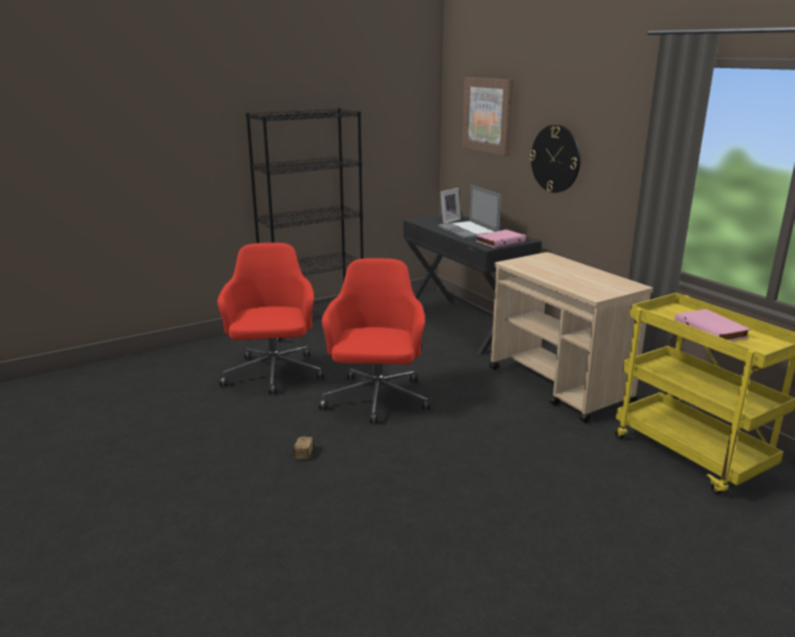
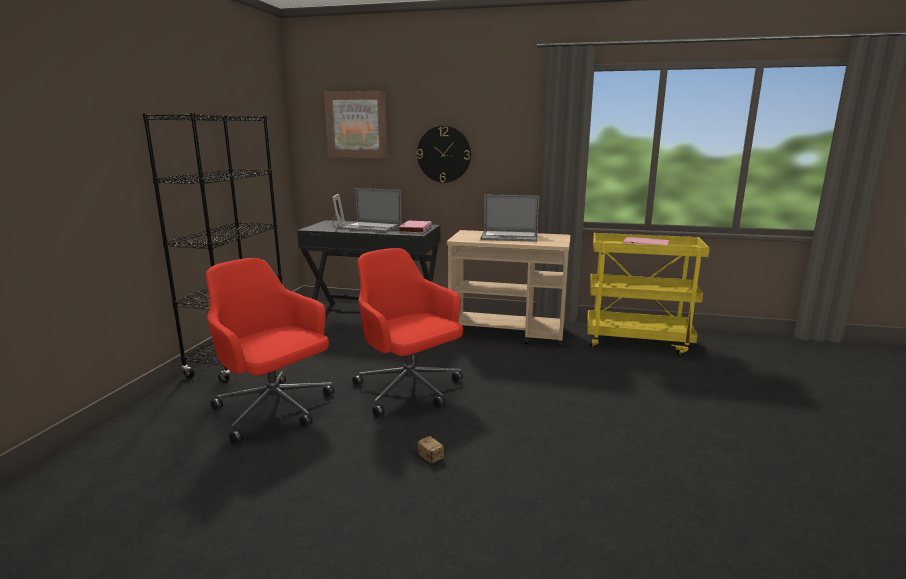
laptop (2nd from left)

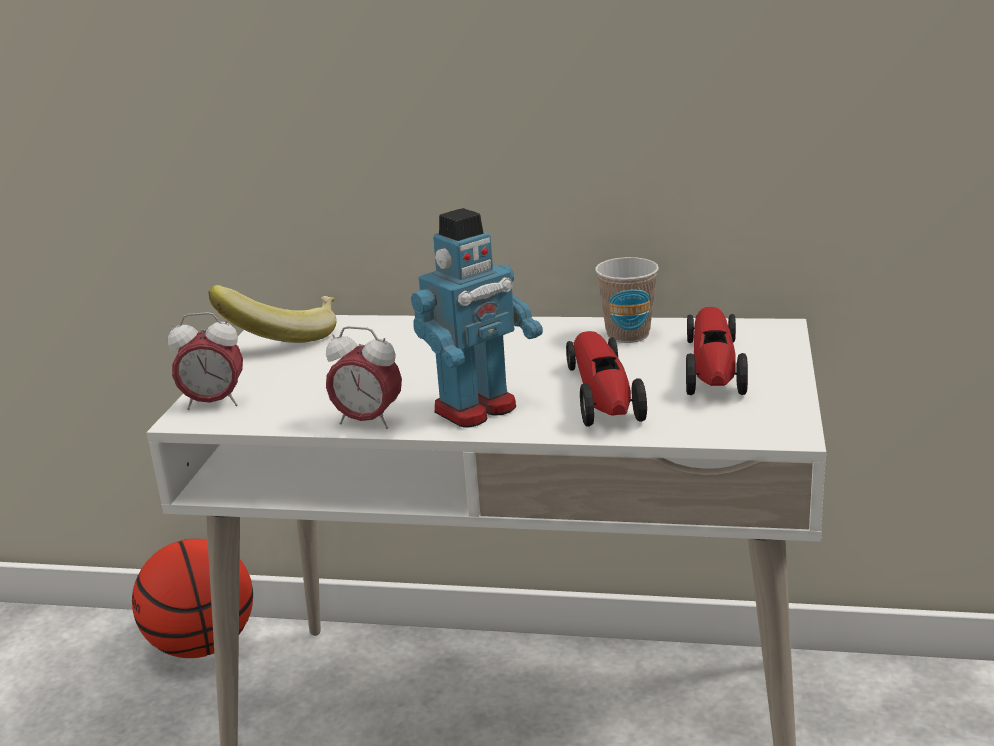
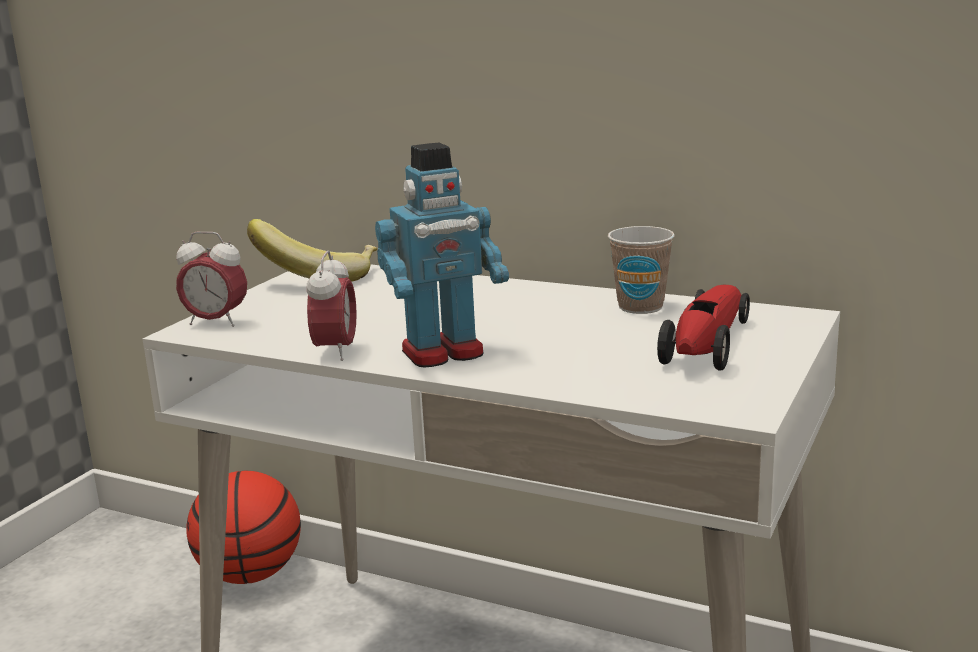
budzik (2nd from left); samochodzik (1st from left in the first image)

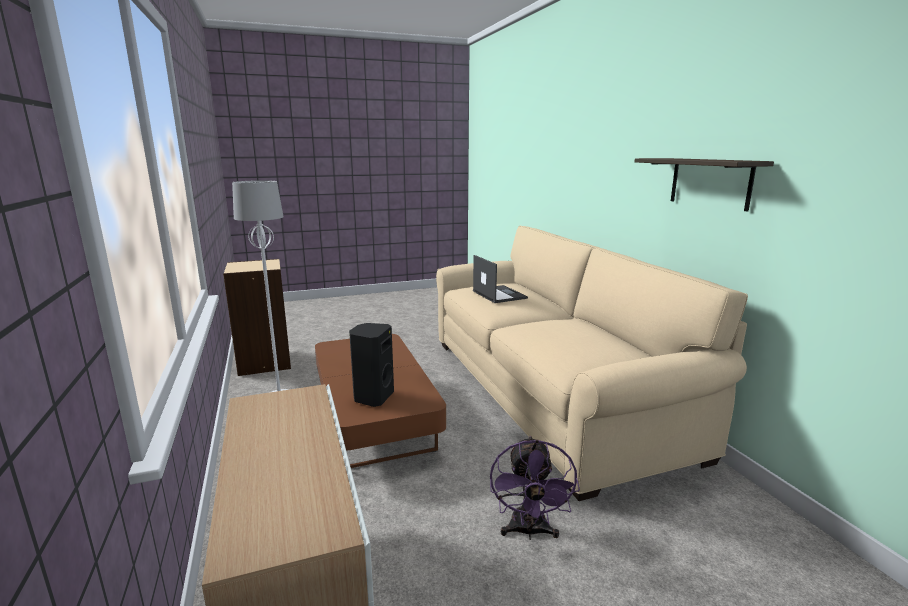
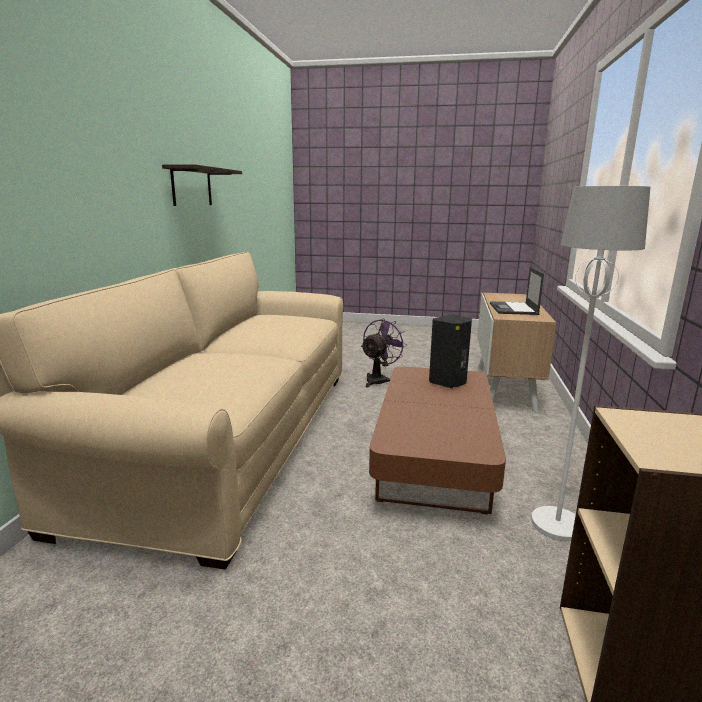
laptop

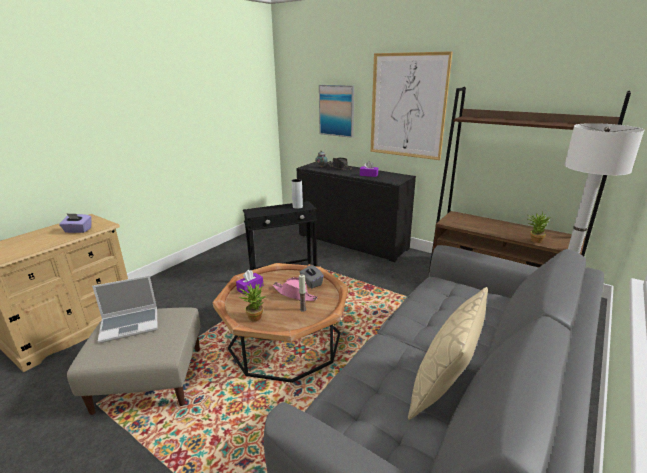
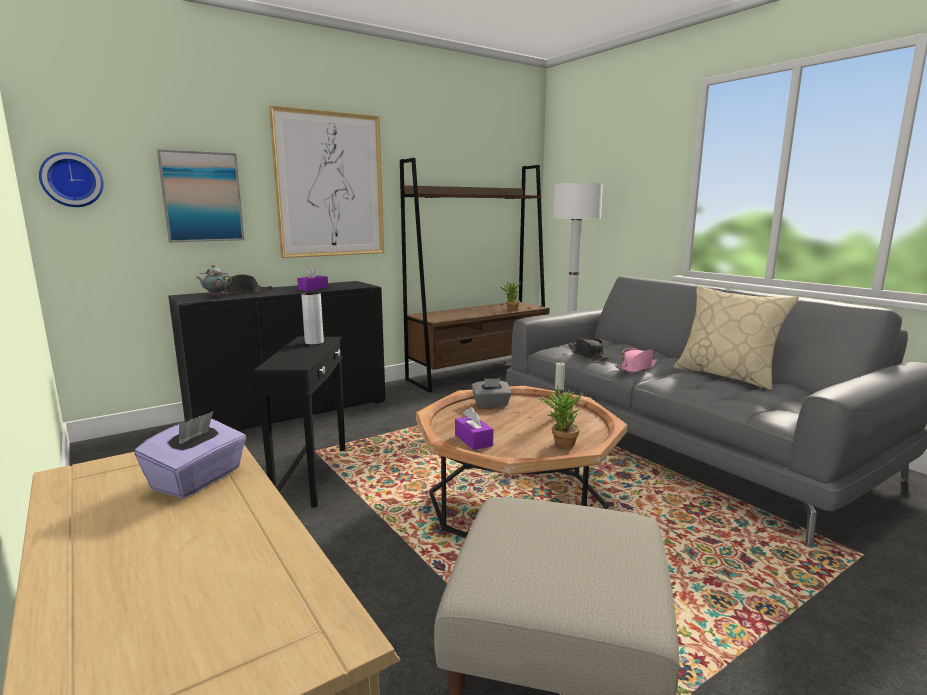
laptop; kapelusz (różowy); zegar ścienny; kapelusz (czarny) (2nd from left)

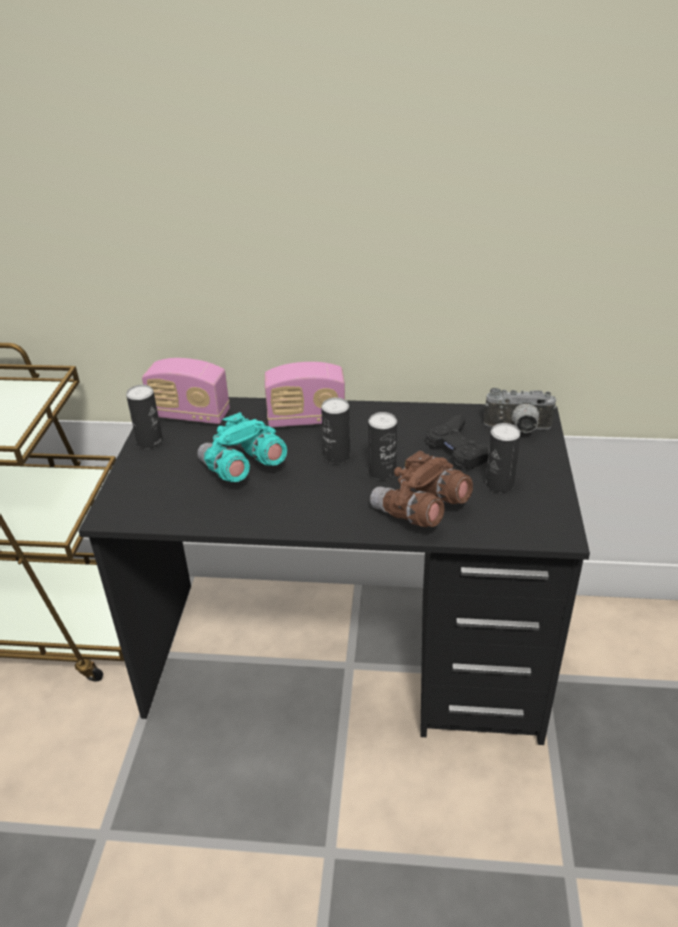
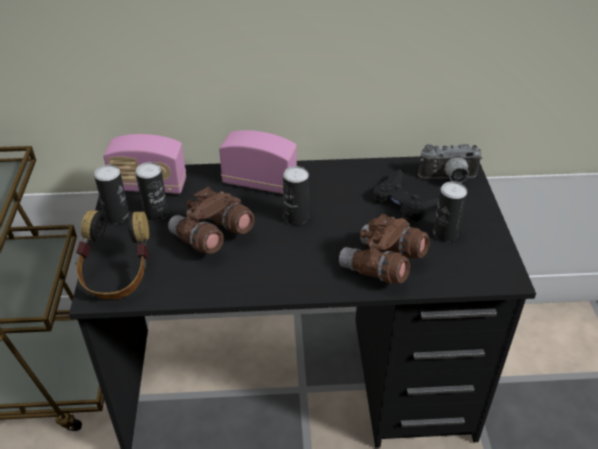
radio (2nd from left); lornetka (brązowy) (1st from left); puszka (2nd from left); słuchawki

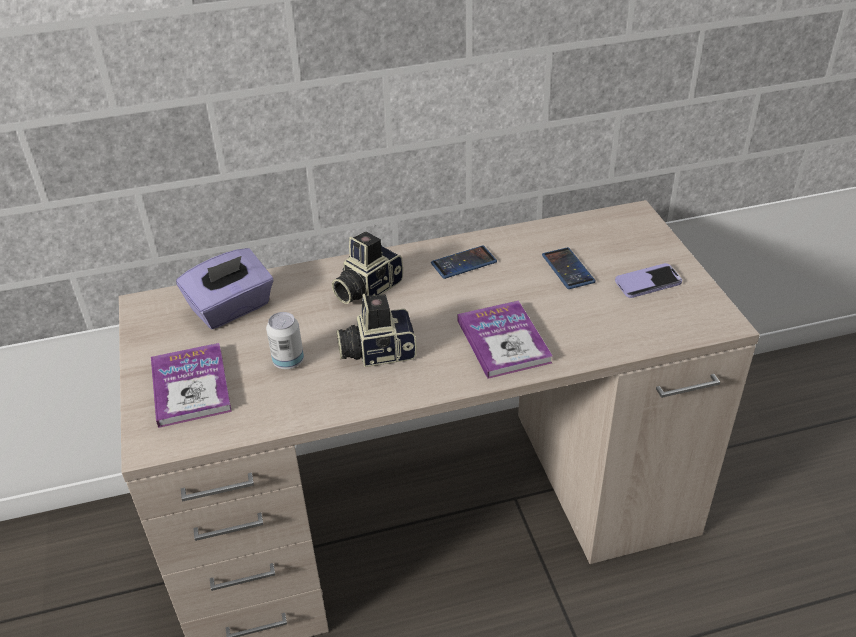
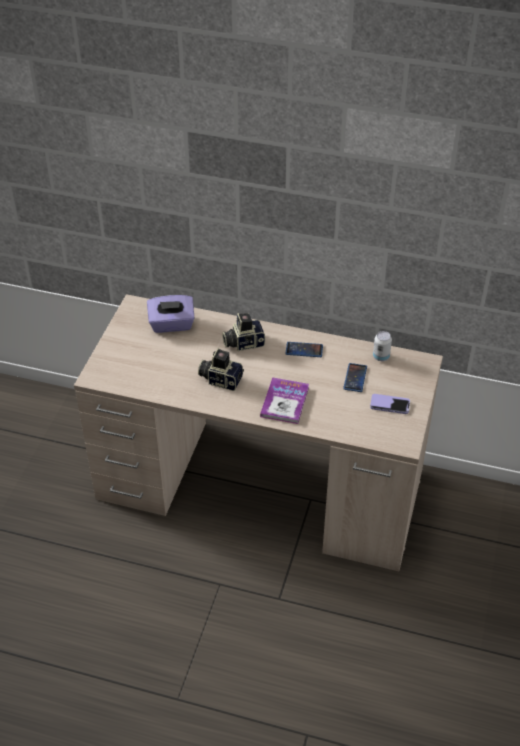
puszka; książka (1st from left in the first image)

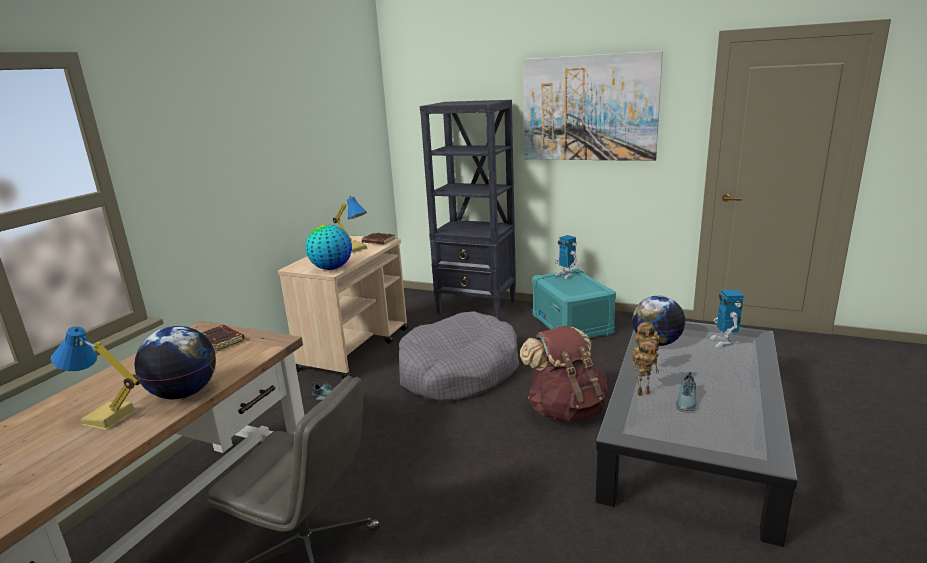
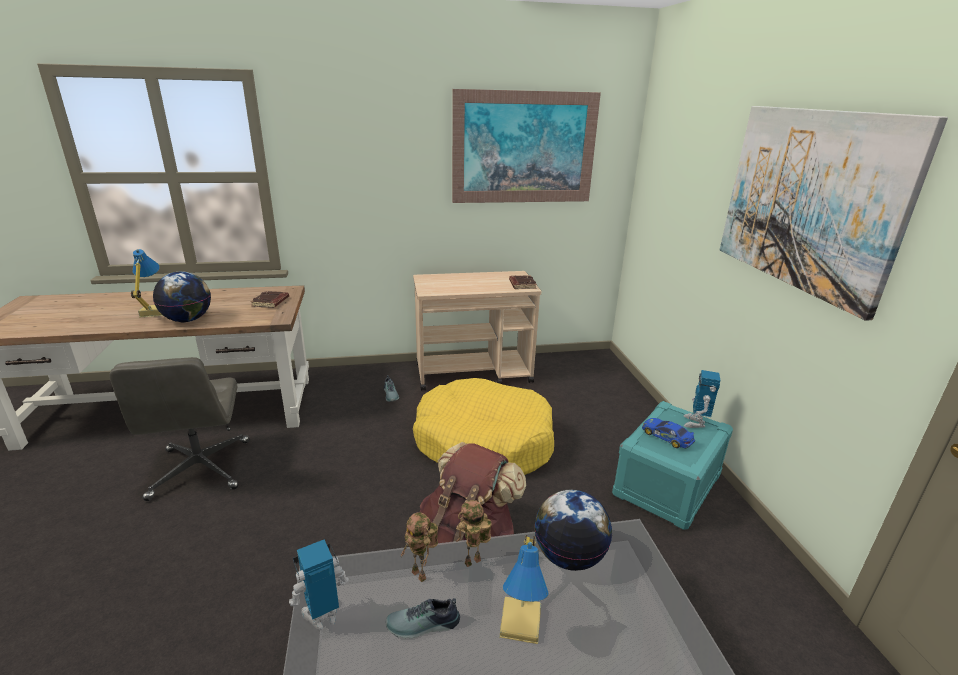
regał (czarny); lampa stołowa (2nd from left); globus (2nd from left in the first image); robot zabawkowy (1st from left); legowisko (żółty); obraz (1st from left); samochodzik

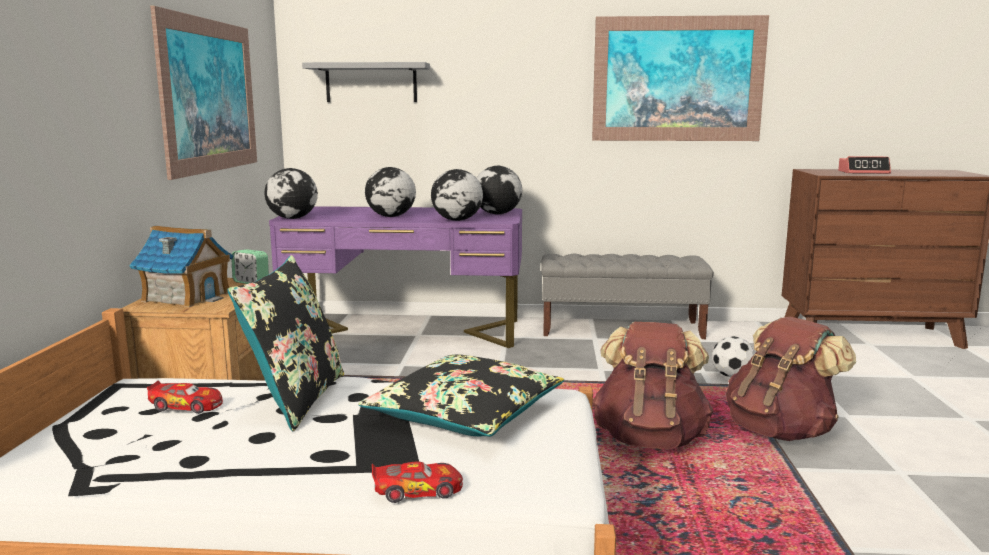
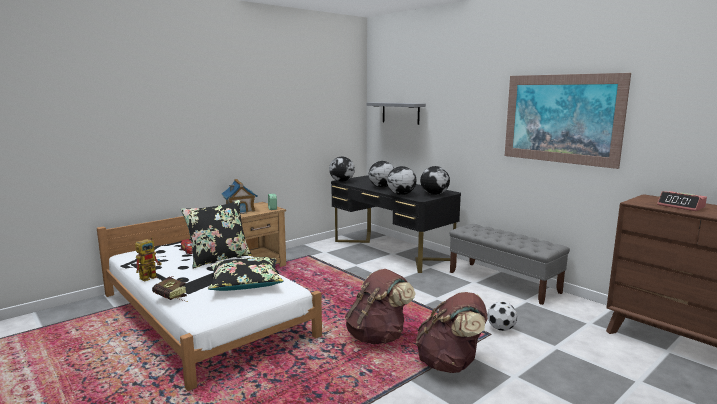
obraz (1st from left in the first image); biurko (czarny); książka; robot zabawkowy

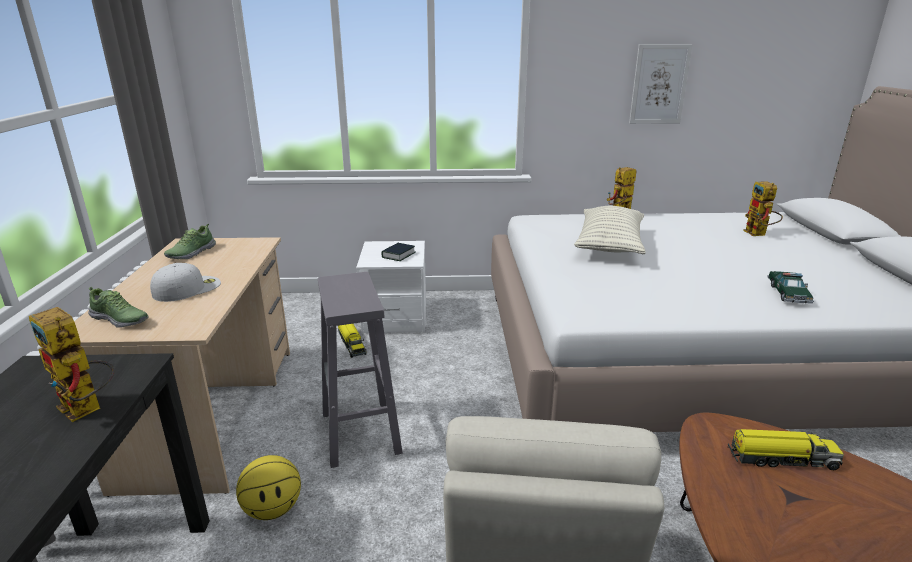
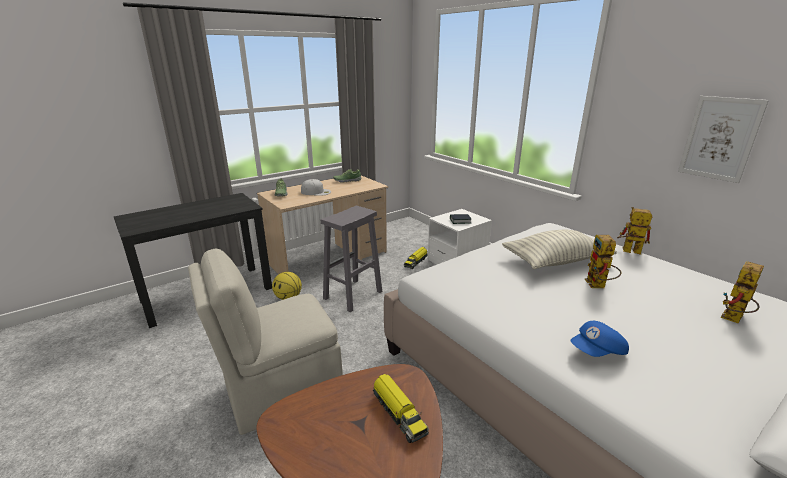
czapka z daszkiem (niebieski); robot zabawkowy (1st from left)

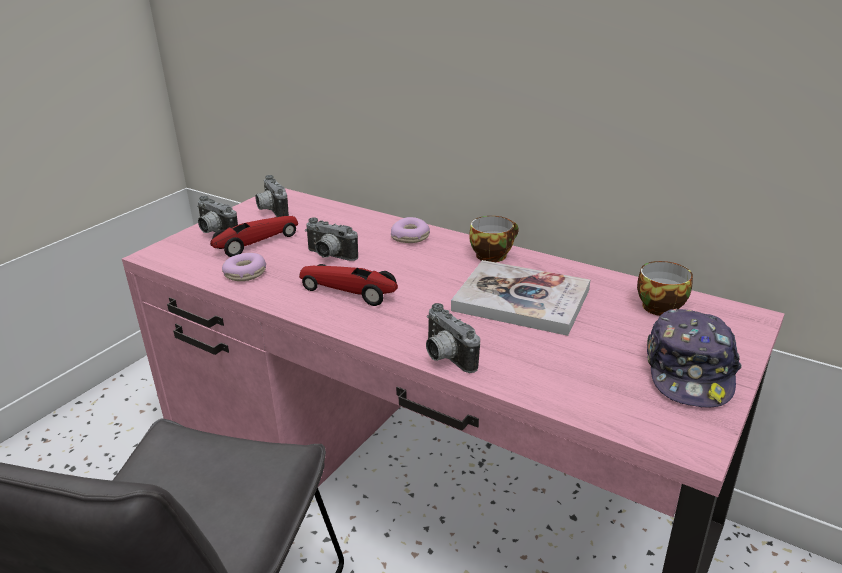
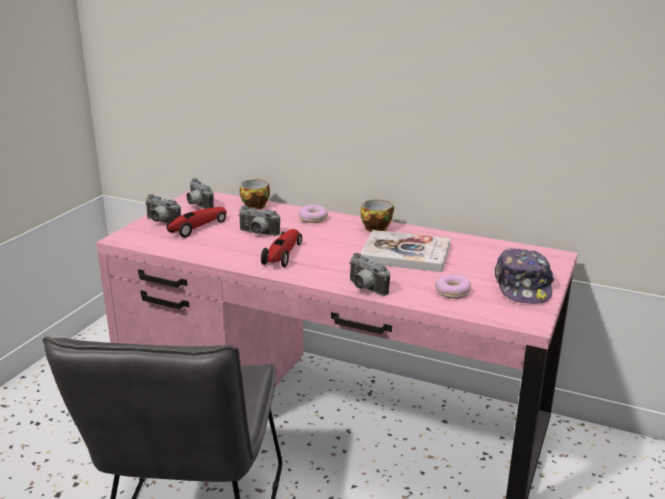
donut (2nd from left); filiżanka (1st from left); samochodzik (2nd from left)

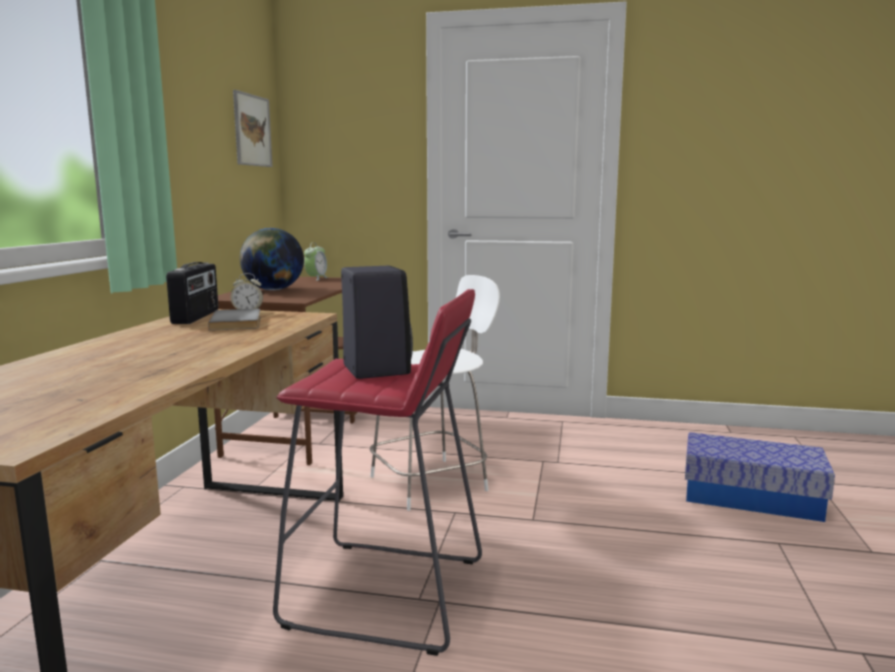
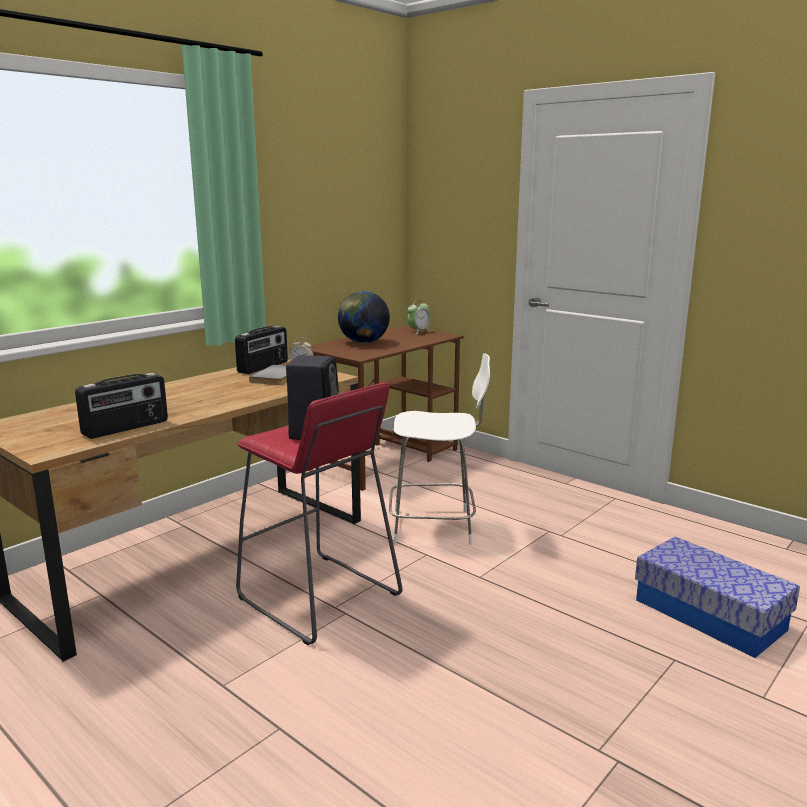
obraz; radio (1st from left)

